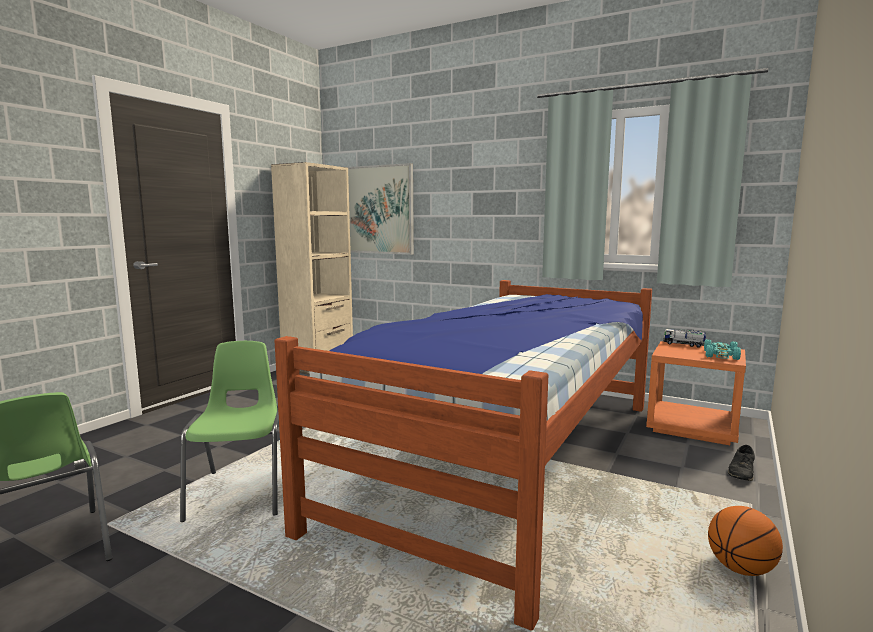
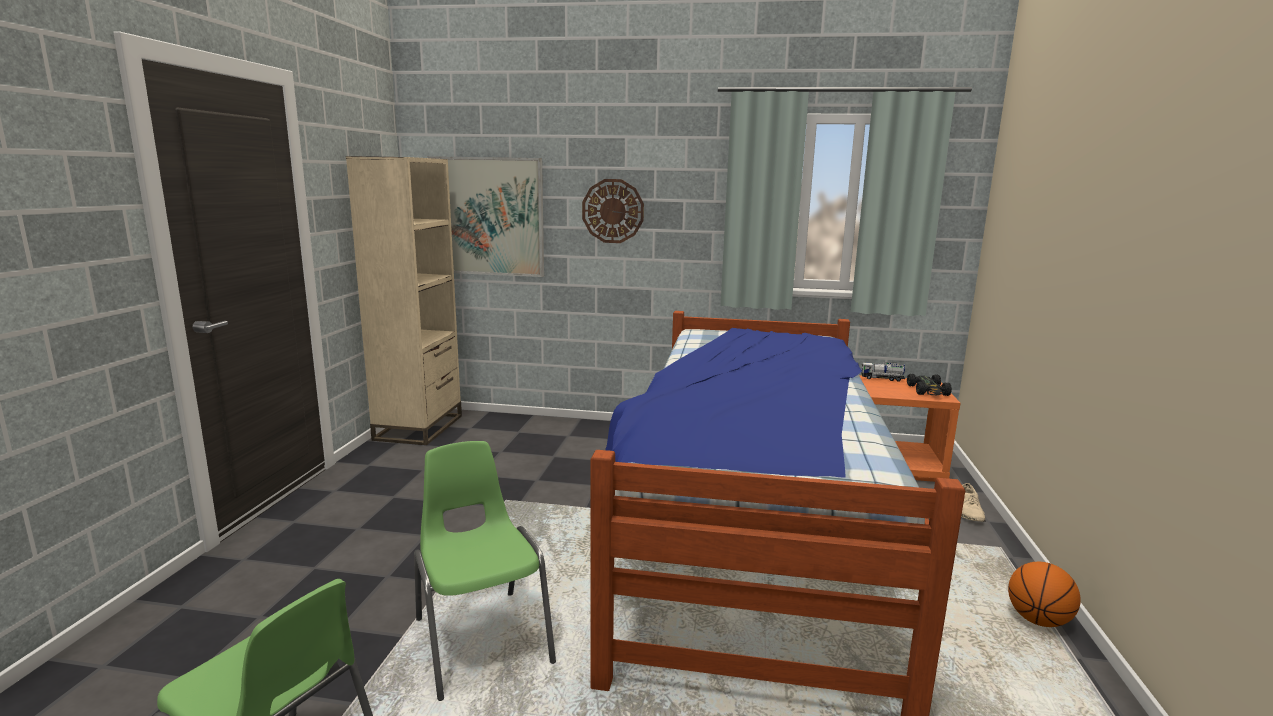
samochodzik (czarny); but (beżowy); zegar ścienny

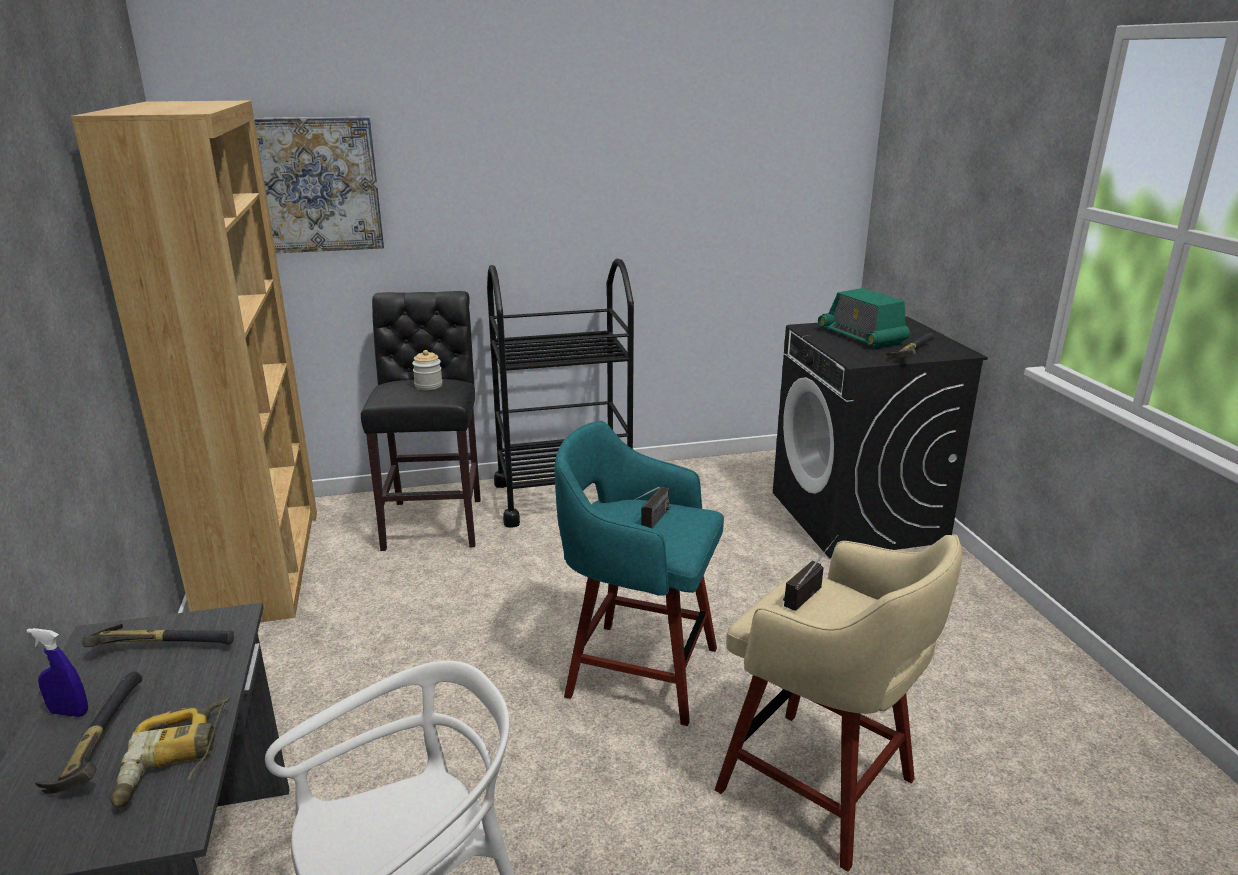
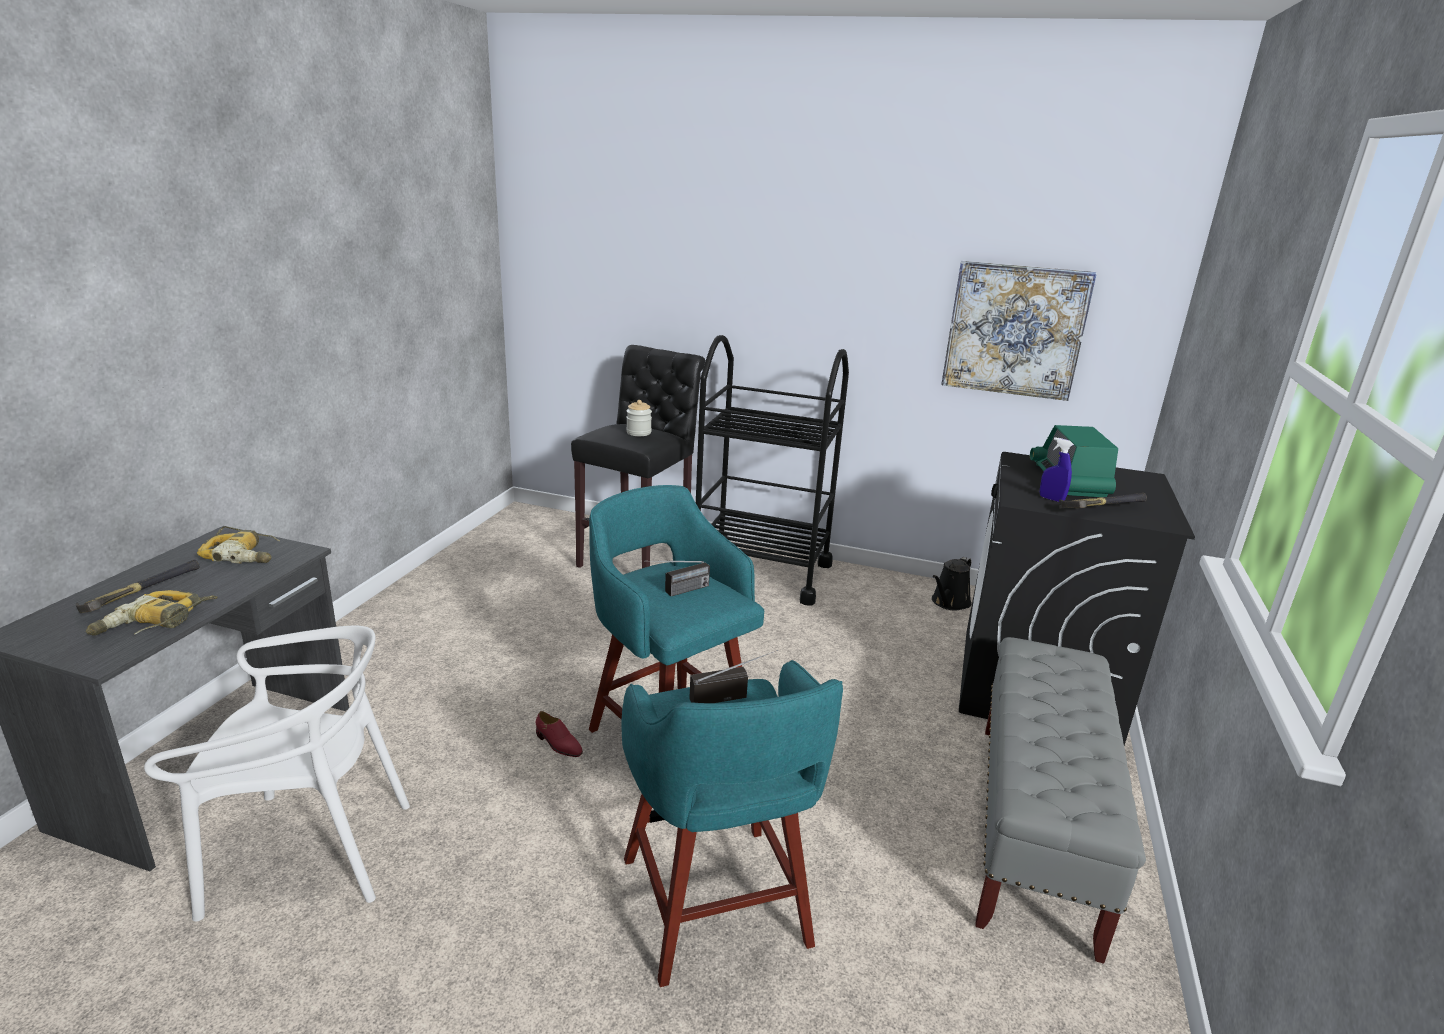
regał (brązowy); obraz; stołek (turkusowy) (2nd from left); wiertarka (2nd from left); spryskiwacz (niebieski); konewka (czarny); ławka (szary); but (czerwony)

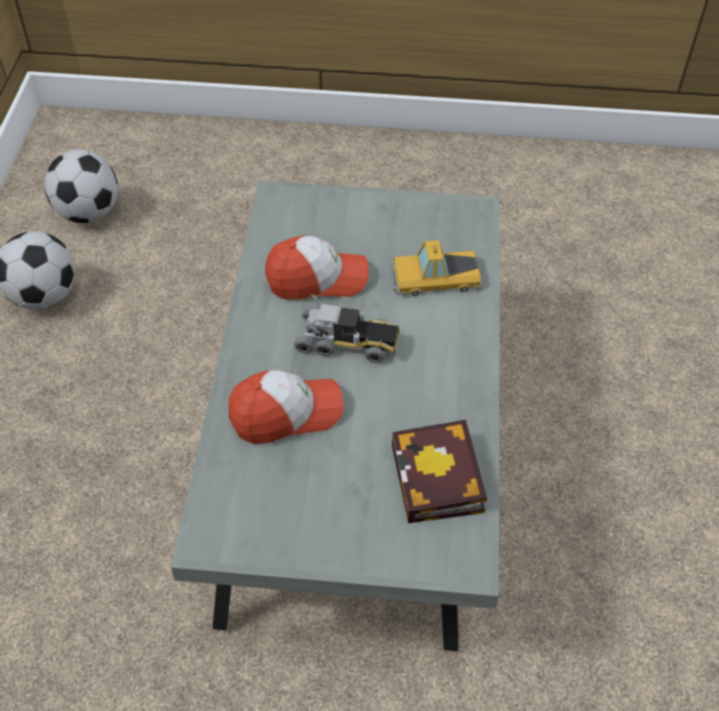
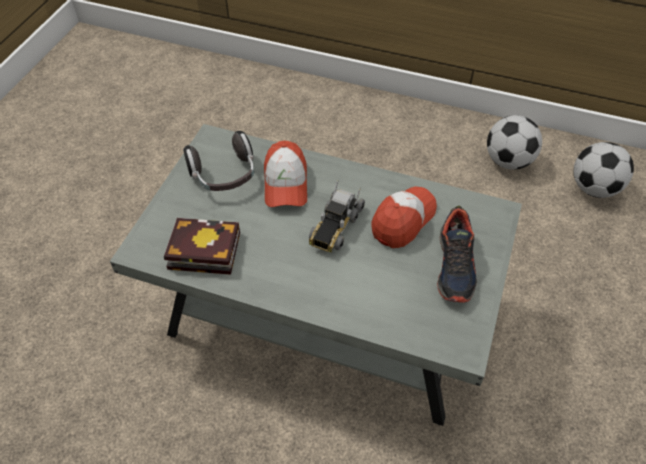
czapka z daszkiem (2nd from left); samochodzik; słuchawki; but

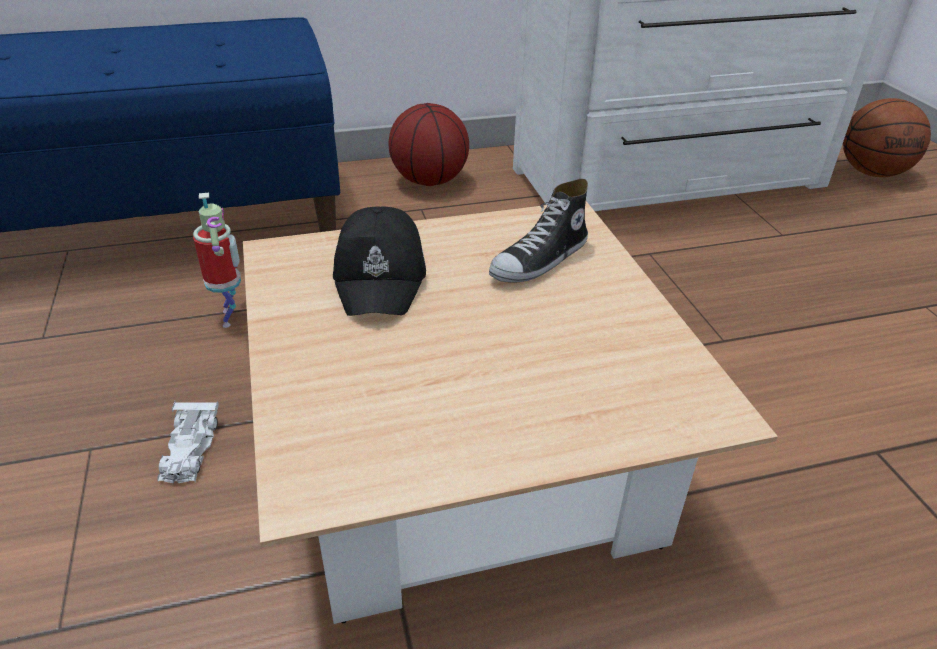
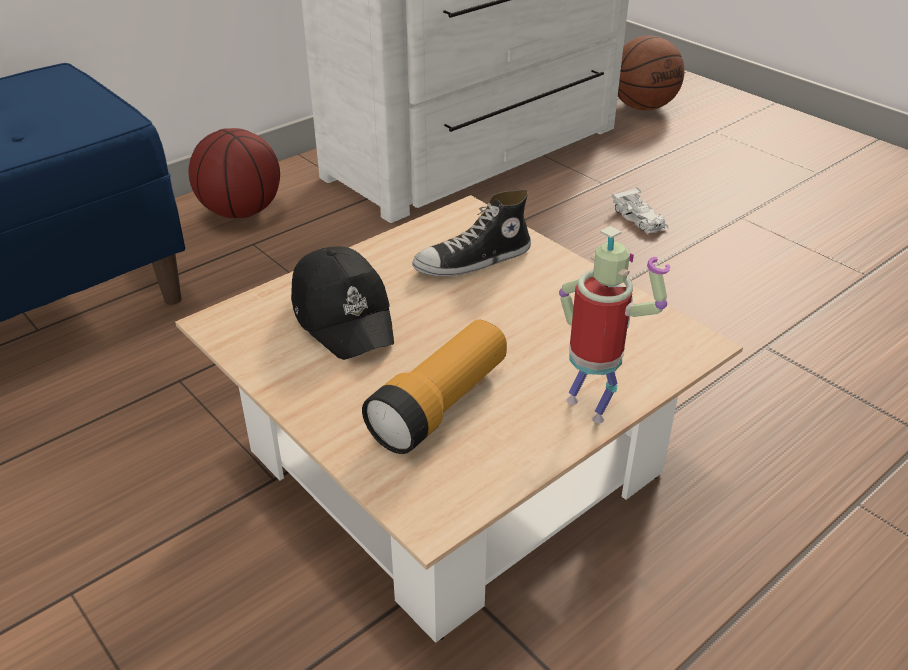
but; robot zabawkowy; samochodzik (biały); latarka

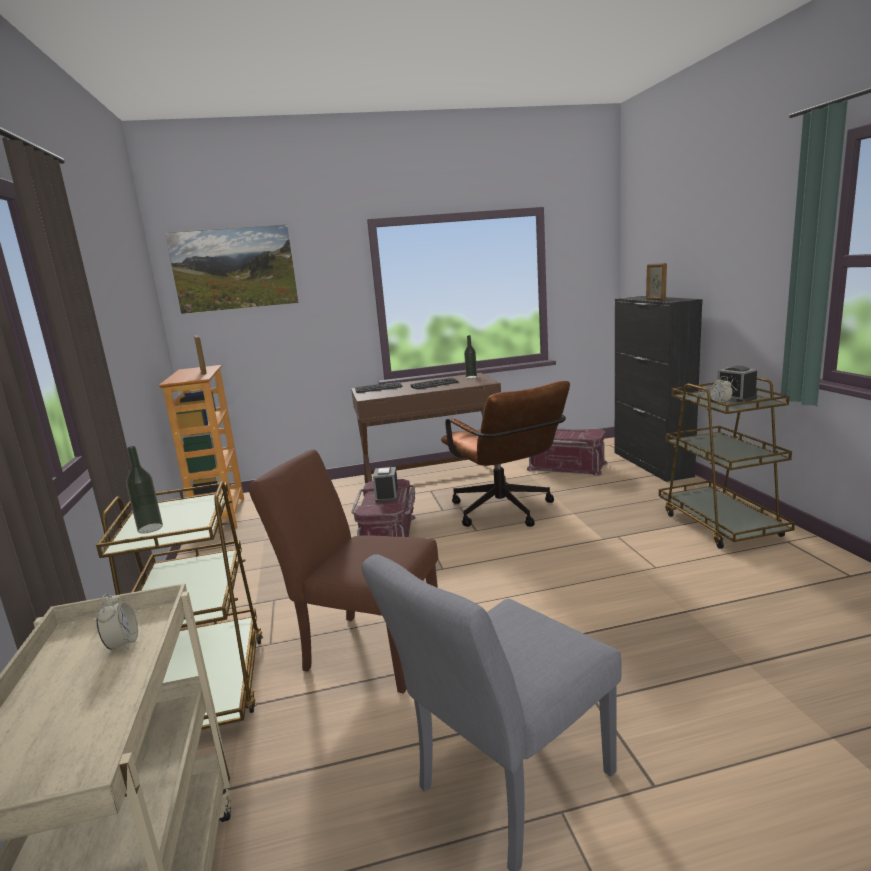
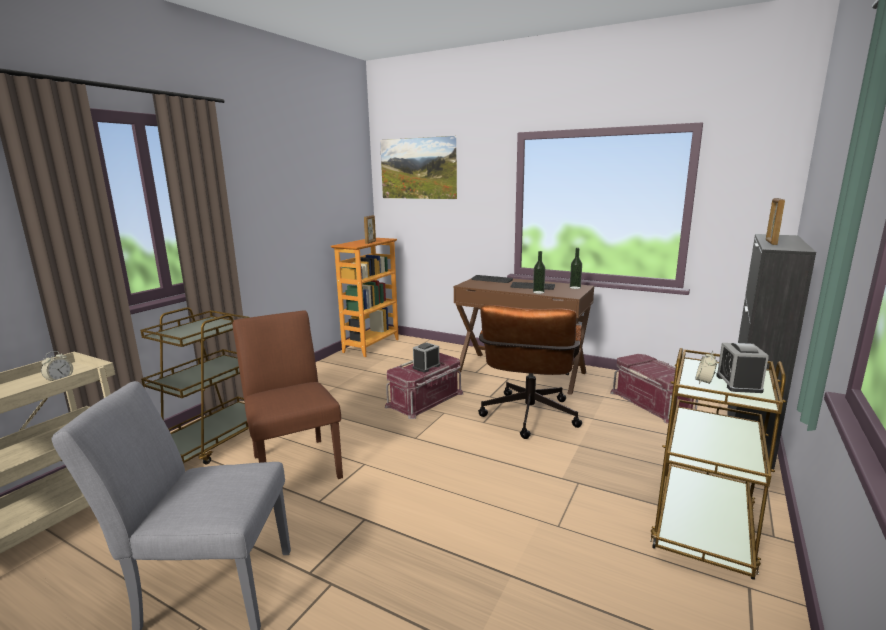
butelka (1st from left)

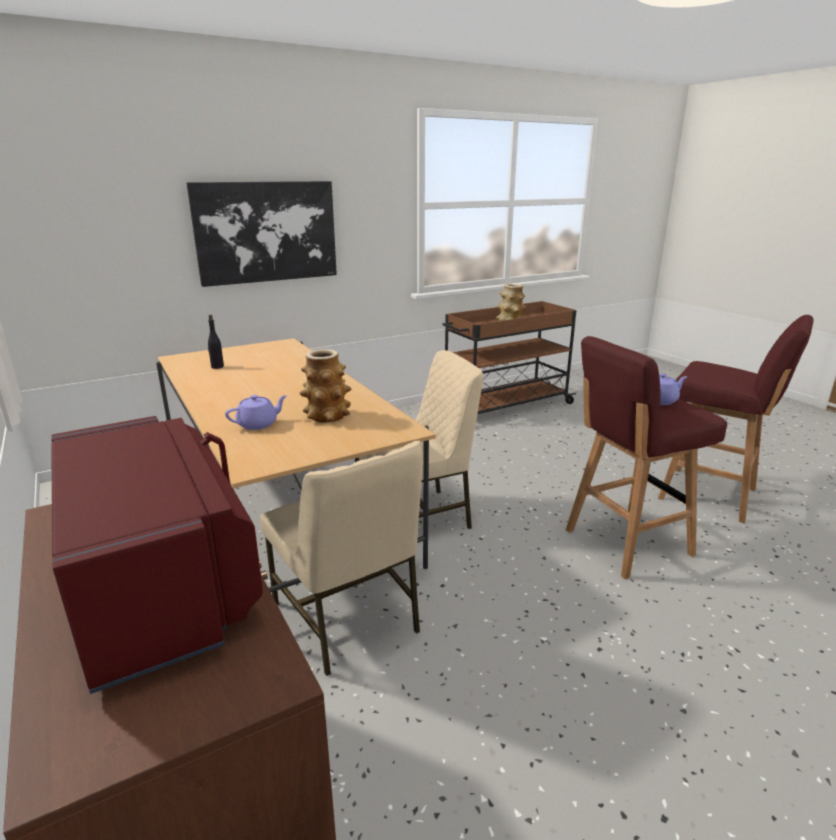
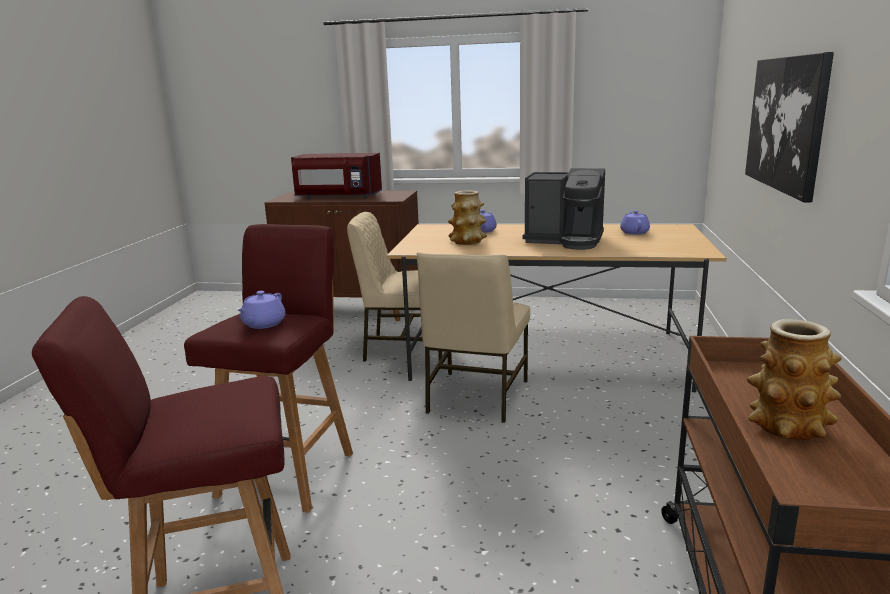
imbryk (fioletowy) (3rd from left); ekspres do kawy

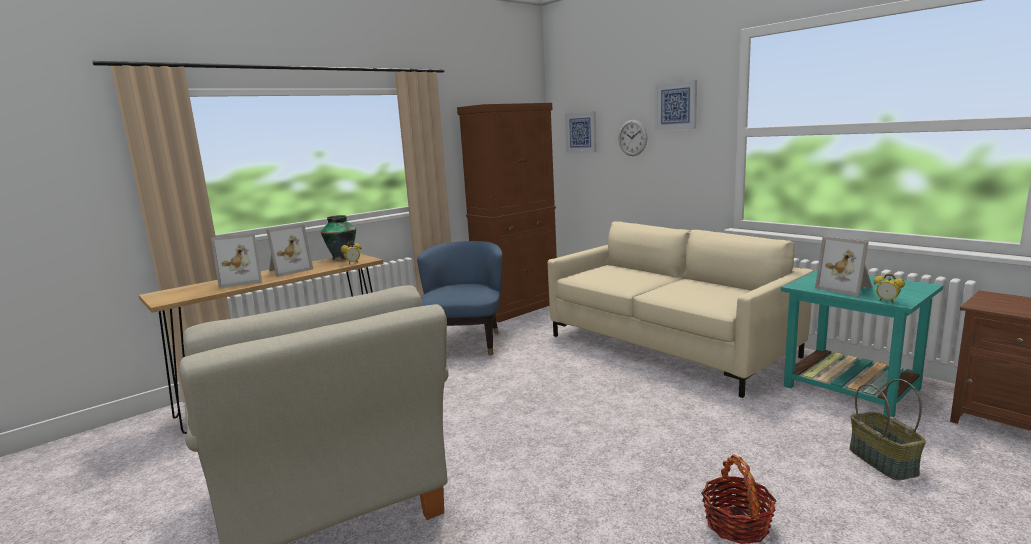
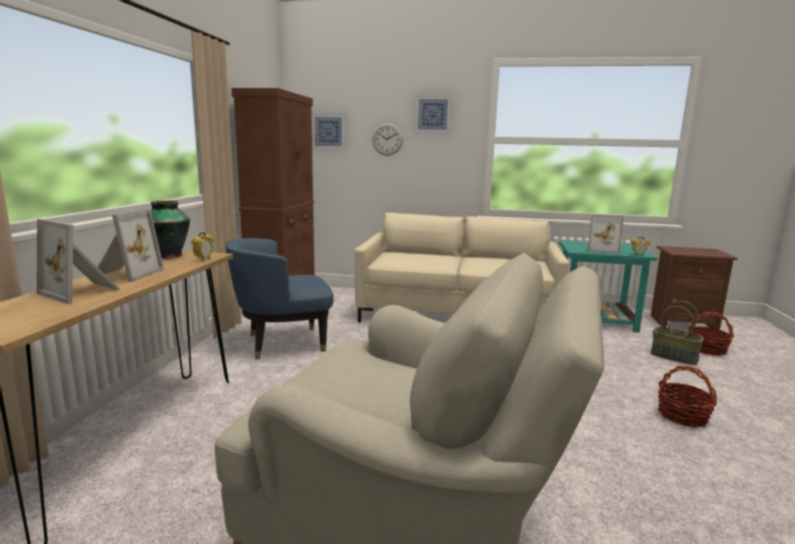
ramka na zdjęcie (1st from left); fotel (niebieski); koszyk (3rd from left)

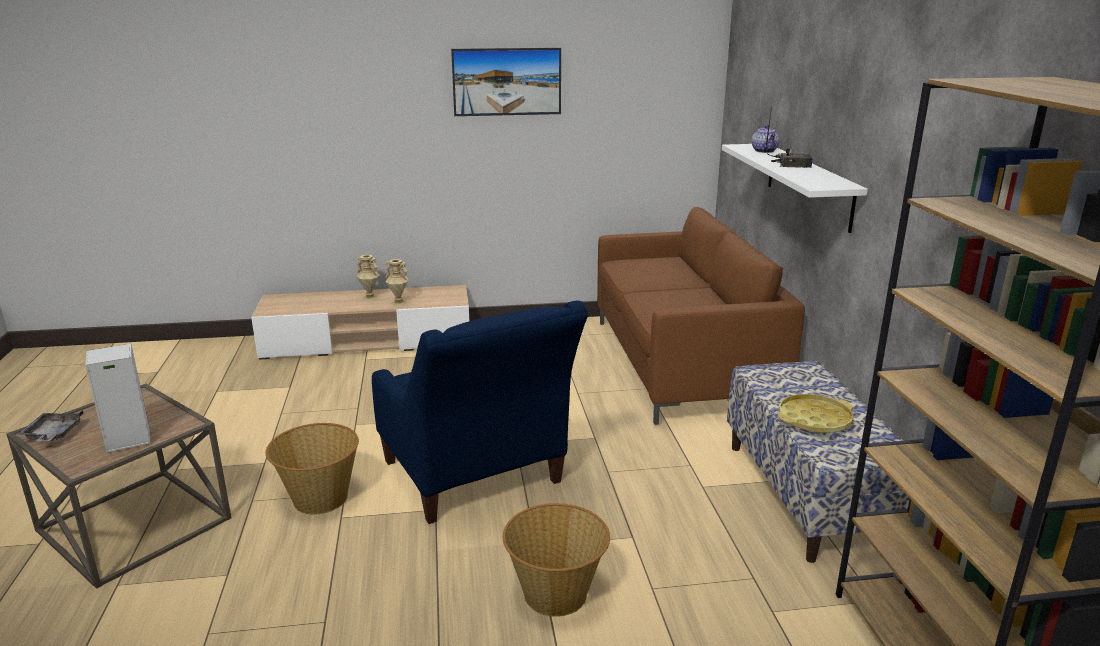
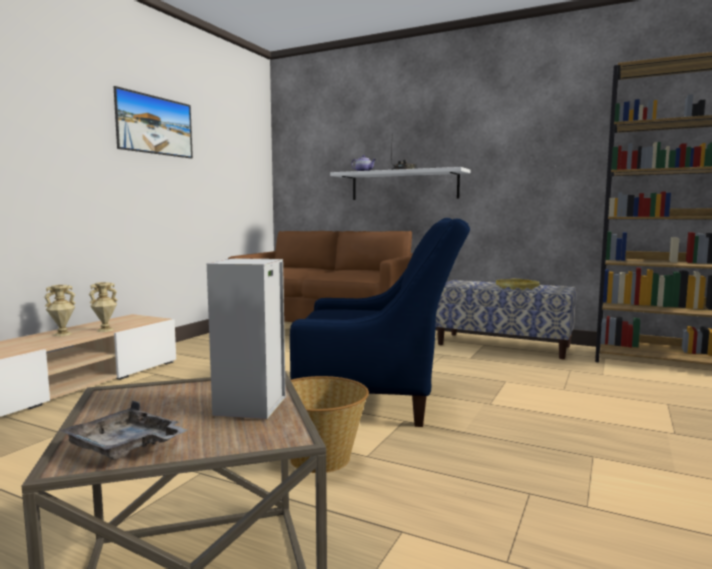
koszyk (2nd from left in the first image)

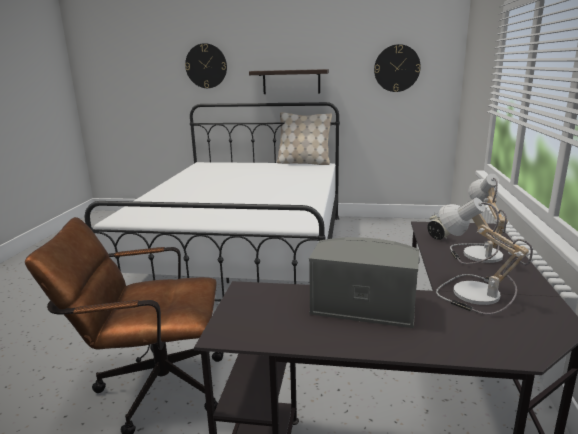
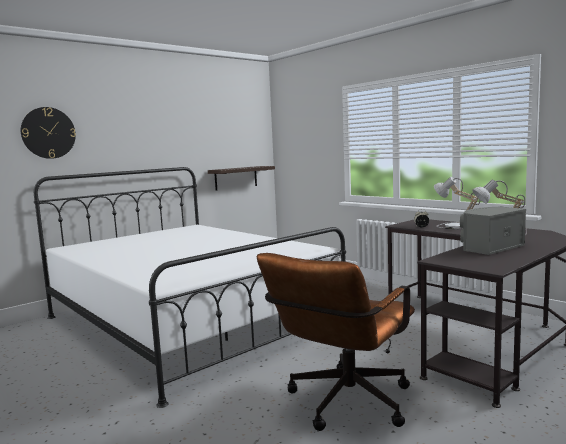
zegar ścienny (2nd from left in the first image); półka; poduszka (beżowy)

